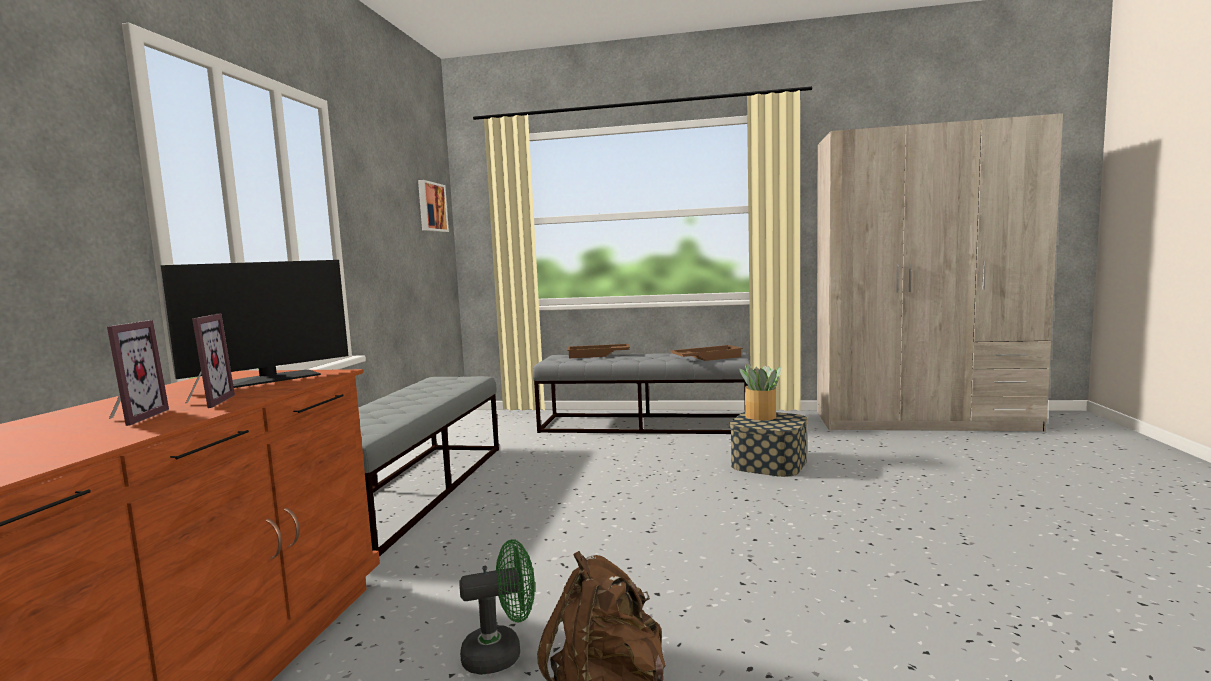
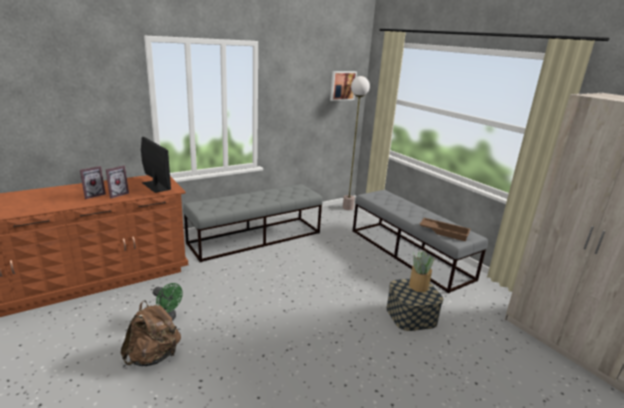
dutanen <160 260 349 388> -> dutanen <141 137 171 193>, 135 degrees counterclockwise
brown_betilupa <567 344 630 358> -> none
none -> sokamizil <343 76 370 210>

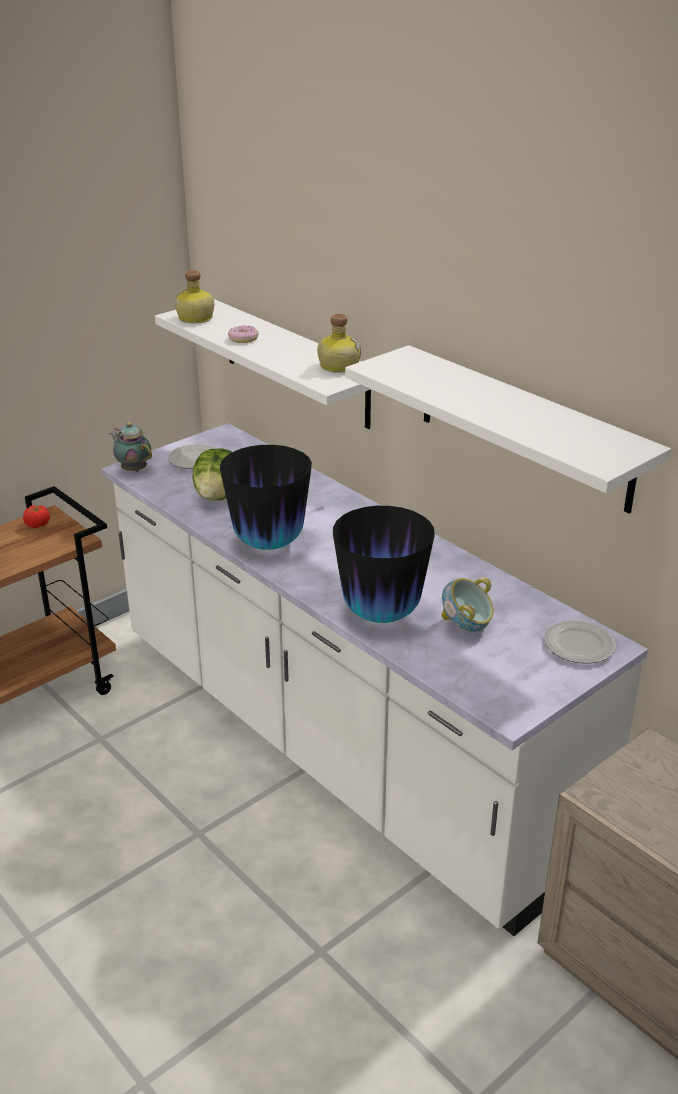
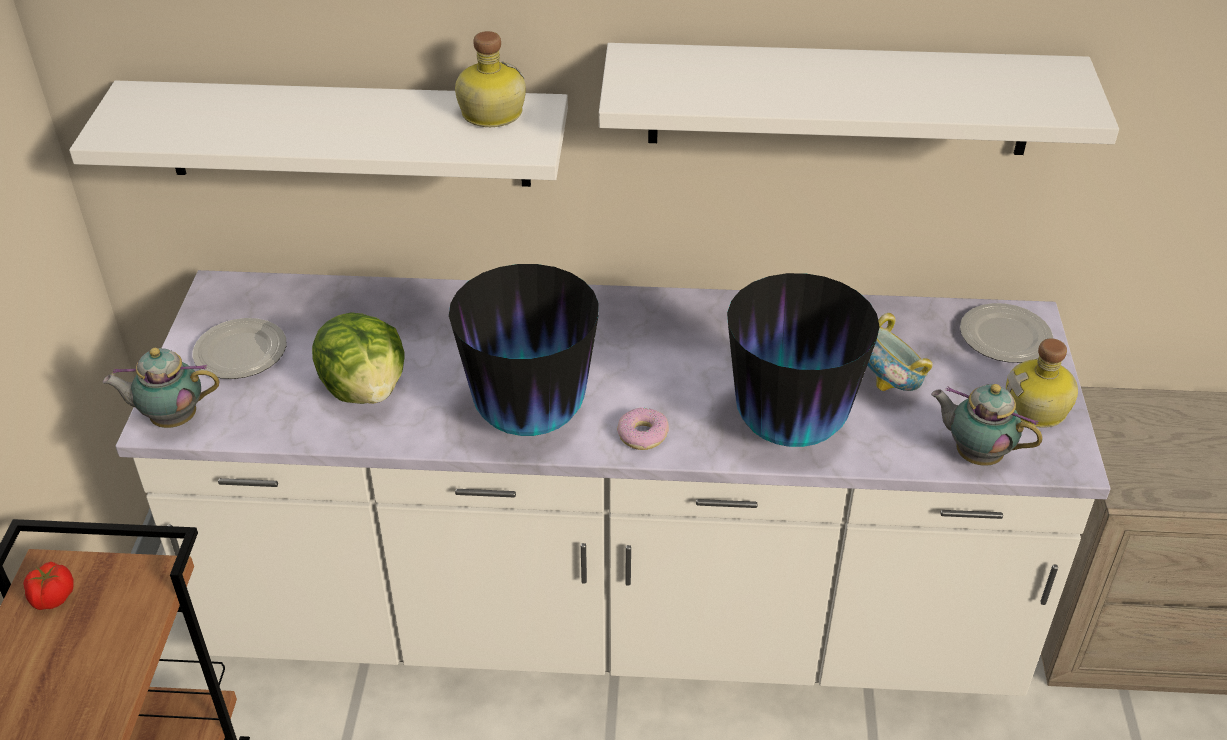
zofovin <175 270 214 323> -> zofovin <1006 338 1078 428>, moved
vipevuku <228 326 259 343> -> vipevuku <617 407 669 450>, moved
none -> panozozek <931 384 1043 466>

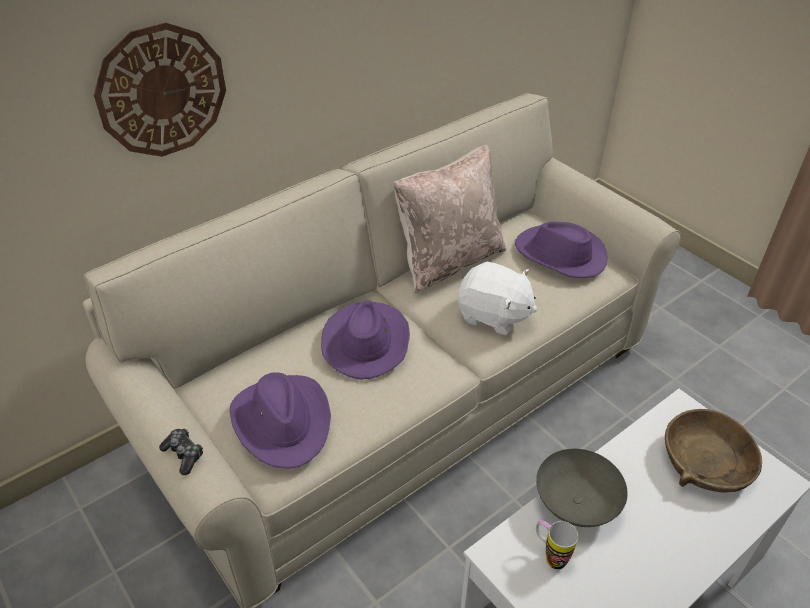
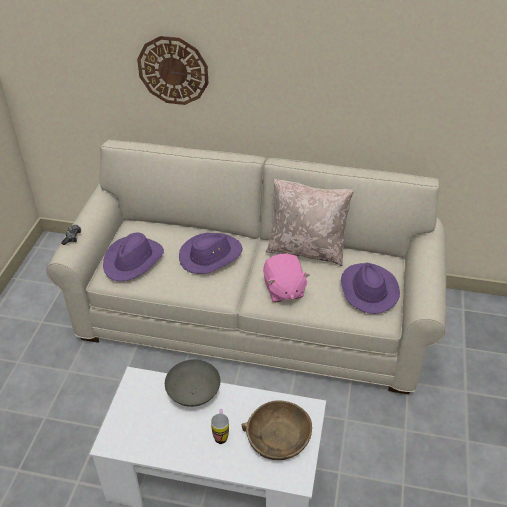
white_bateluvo <458 262 538 335> -> pink_bateluvo <263 254 310 302>
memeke <536 520 578 569> -> memeke <211 409 229 444>, moved

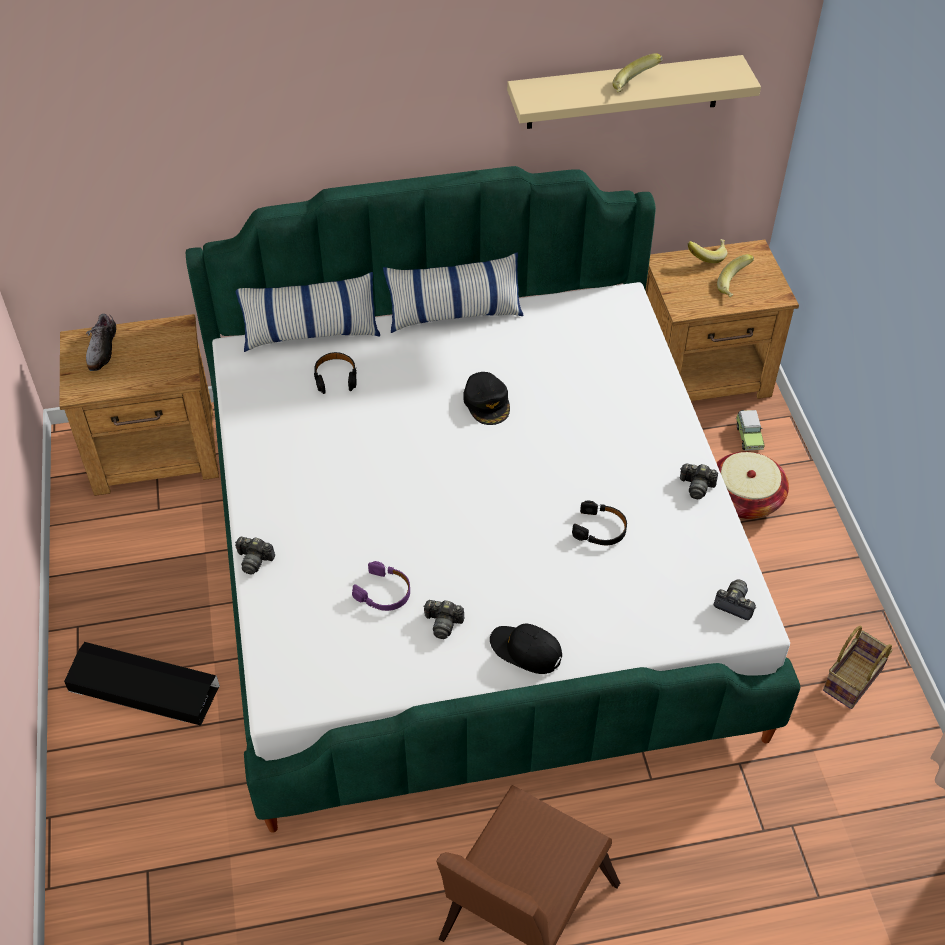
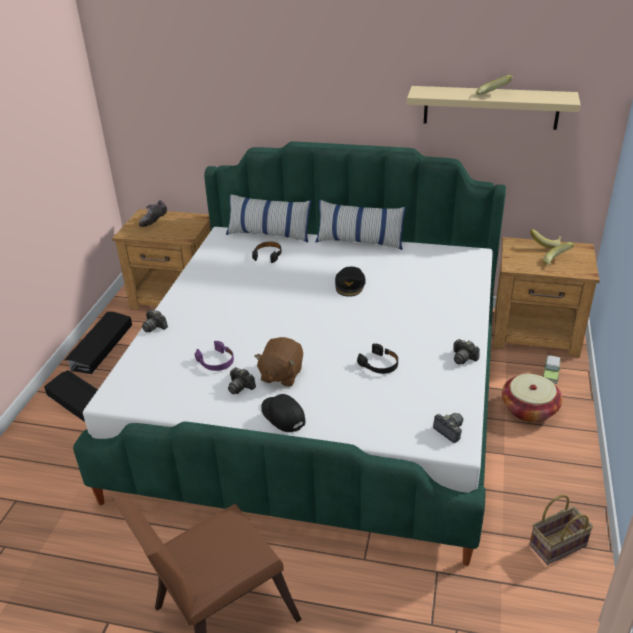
none -> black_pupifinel <65 312 132 374>
none -> brown_bateluvo <254 337 303 387>

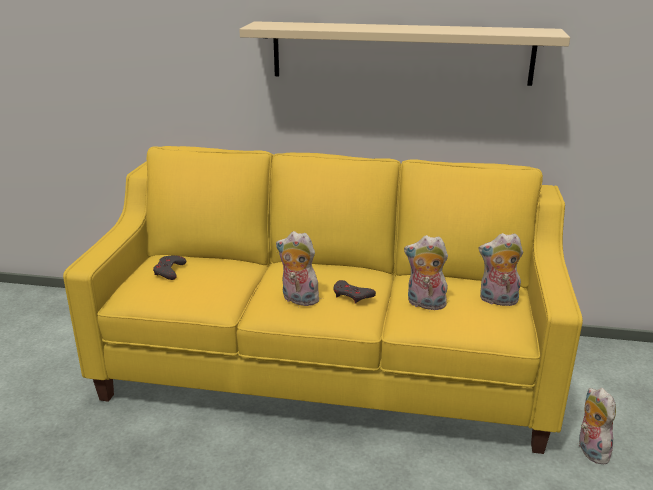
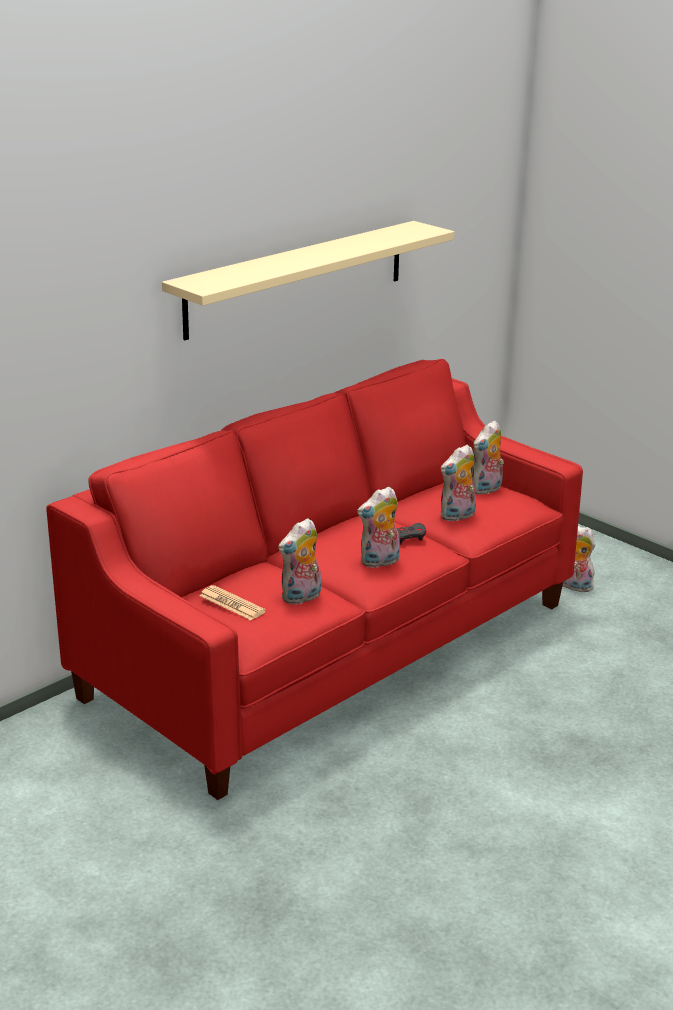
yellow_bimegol <63 146 583 454> -> red_bimegol <46 359 583 800>
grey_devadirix <153 256 187 280> -> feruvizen <199 585 266 620>
none -> bateluvo <278 518 321 604>

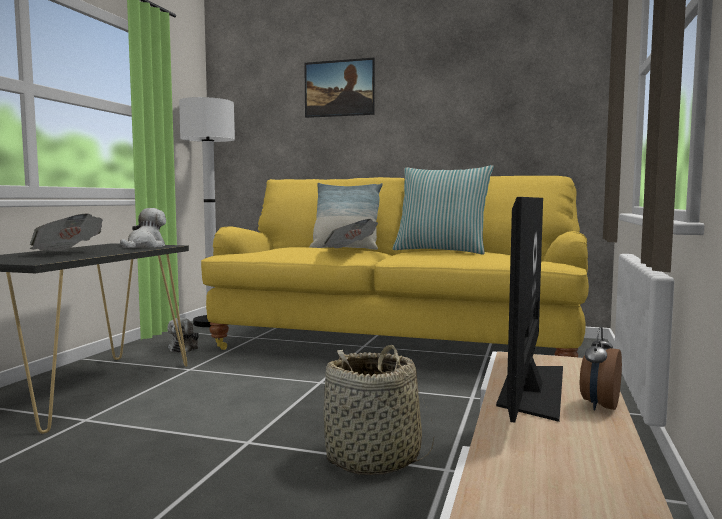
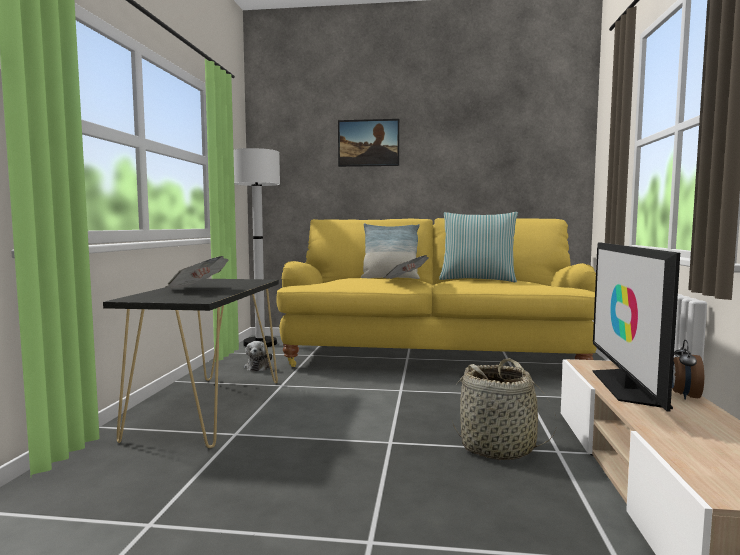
bateluvo <120 208 166 248> -> none

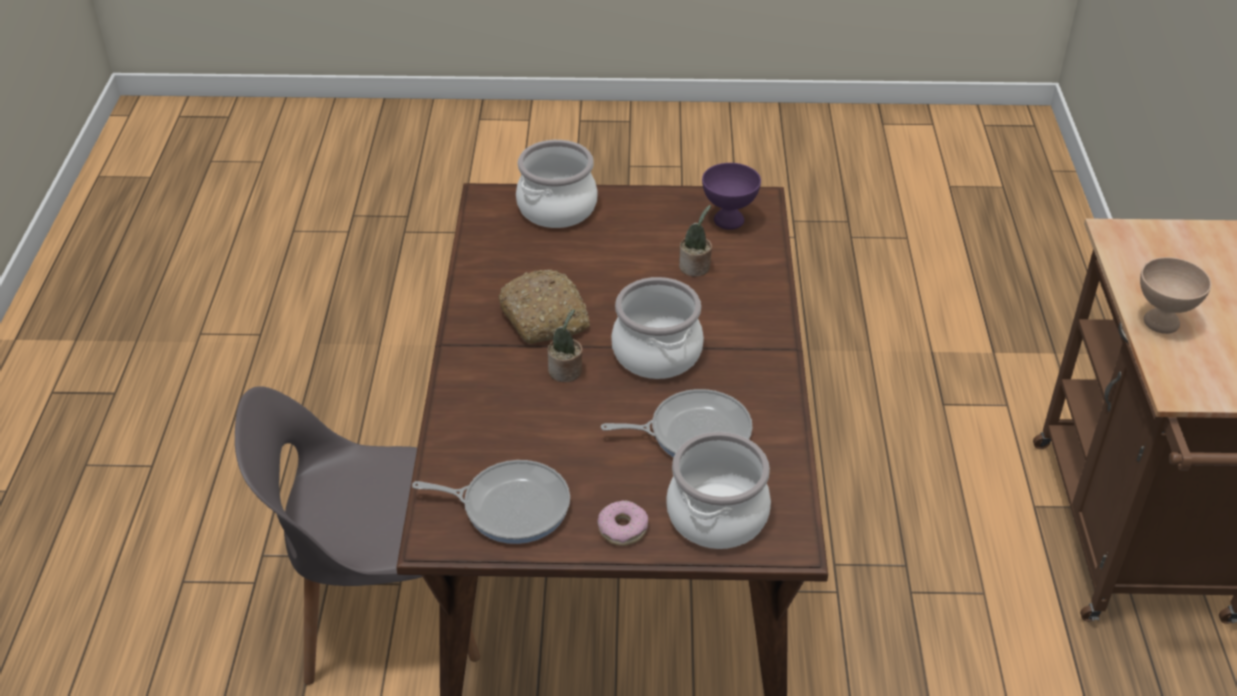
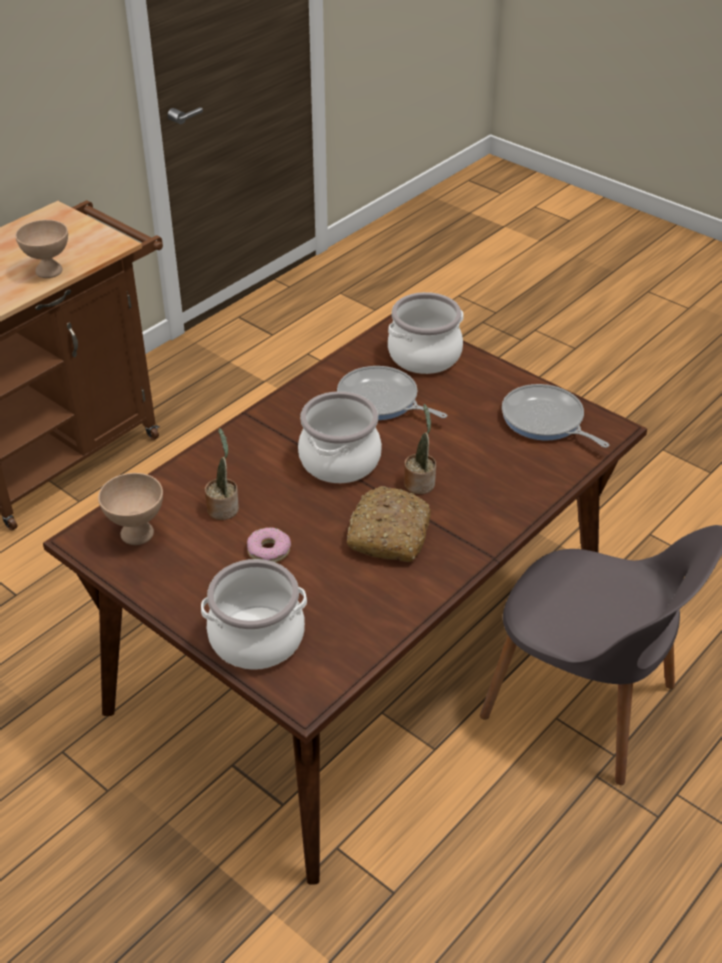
vipevuku <598 500 648 546> -> vipevuku <247 527 291 563>, moved
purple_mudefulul <702 163 761 230> -> beige_mudefulul <98 473 163 545>

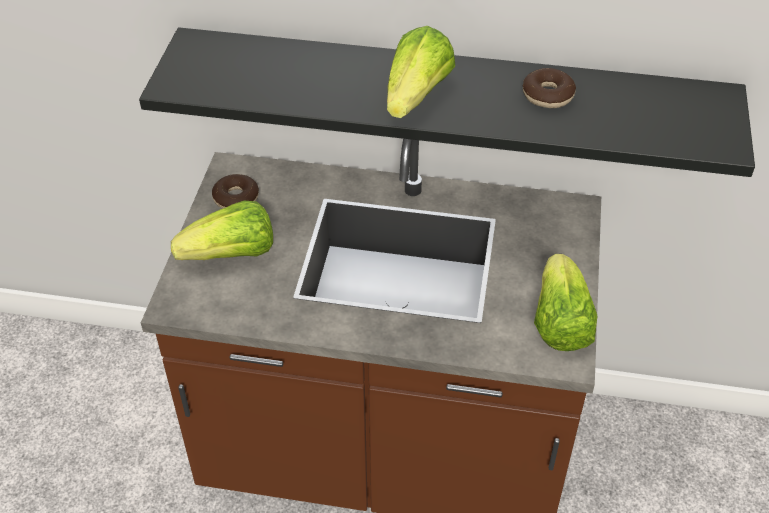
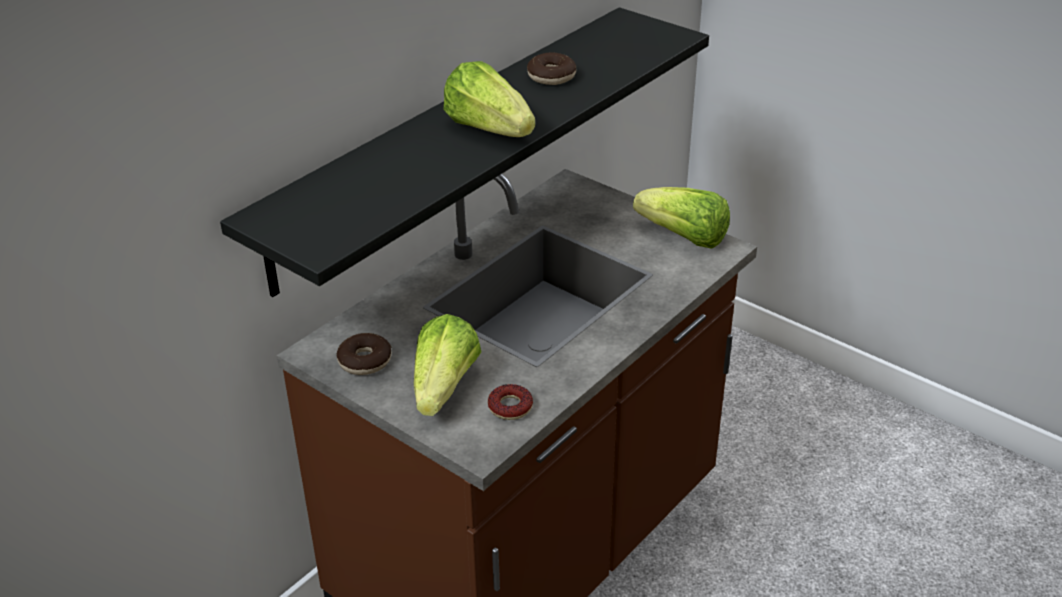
none -> vipevuku <488 384 533 420>

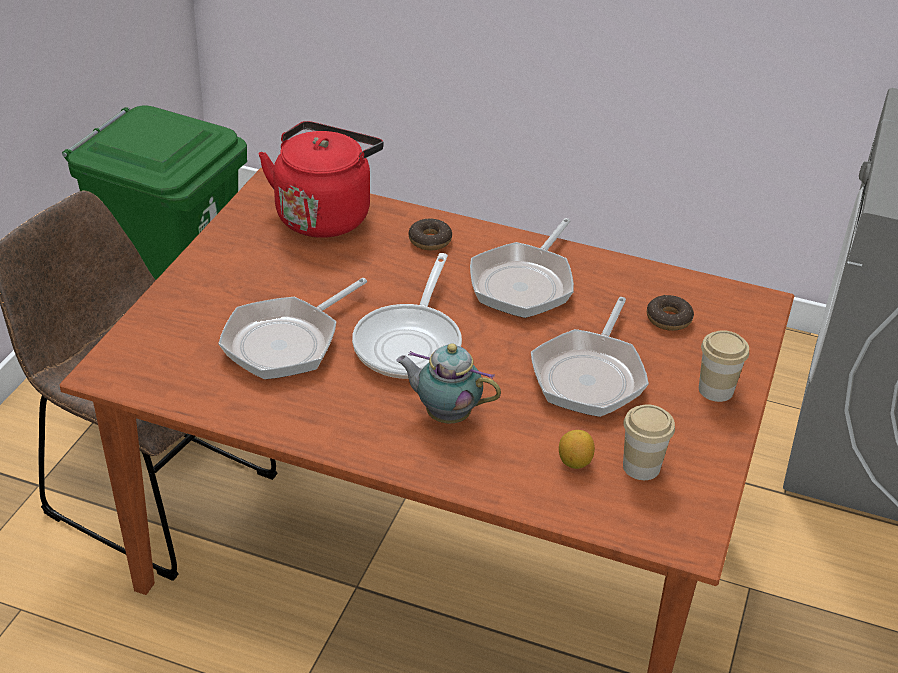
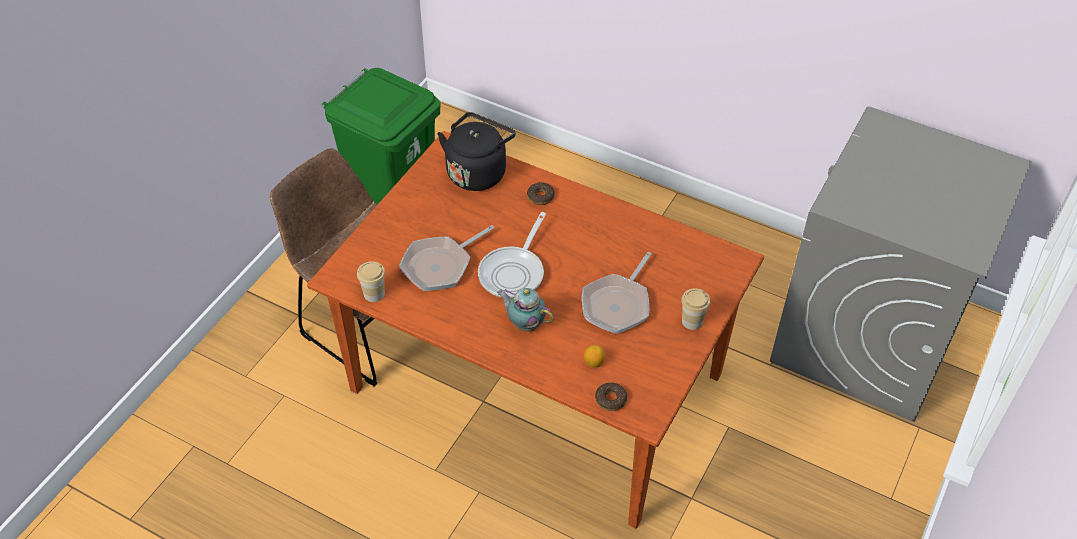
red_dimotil <258 121 384 238> -> black_dimotil <438 112 516 191>
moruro <470 218 574 318> -> none
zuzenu <623 405 675 480> -> zuzenu <357 261 385 302>, moved
vipevuku <647 295 694 331> -> vipevuku <595 382 627 411>, moved

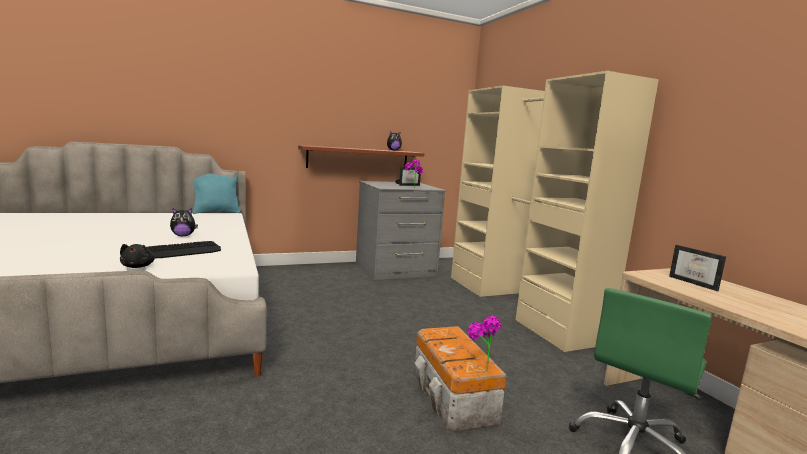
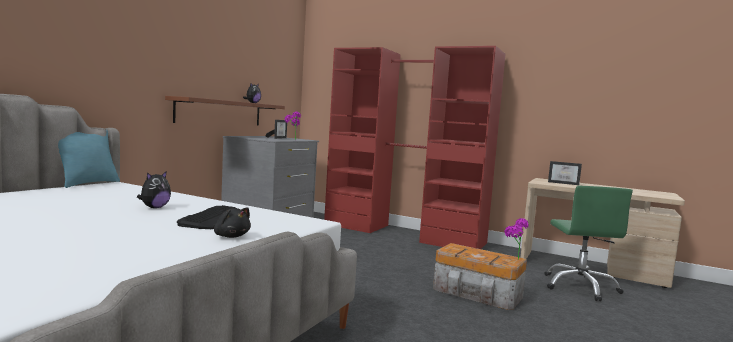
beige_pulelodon <451 71 659 352> -> red_pulelodon <324 46 505 249>

